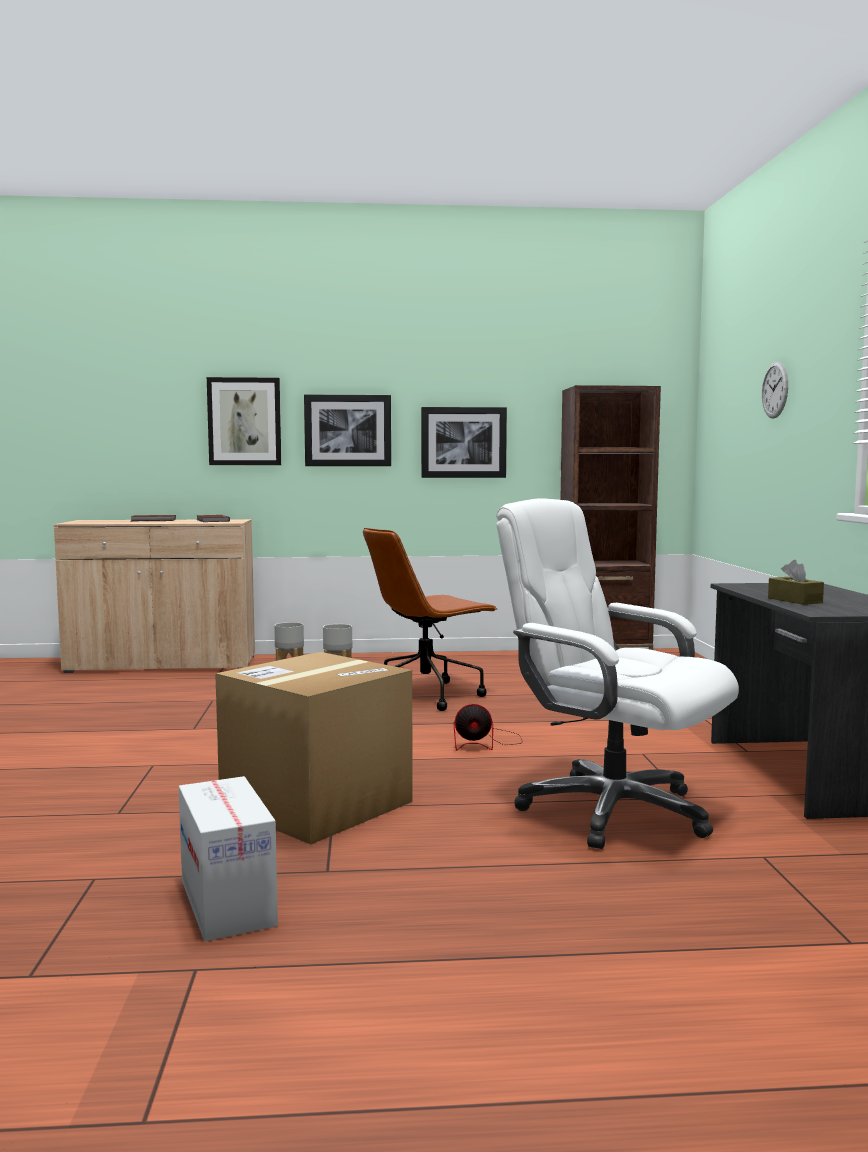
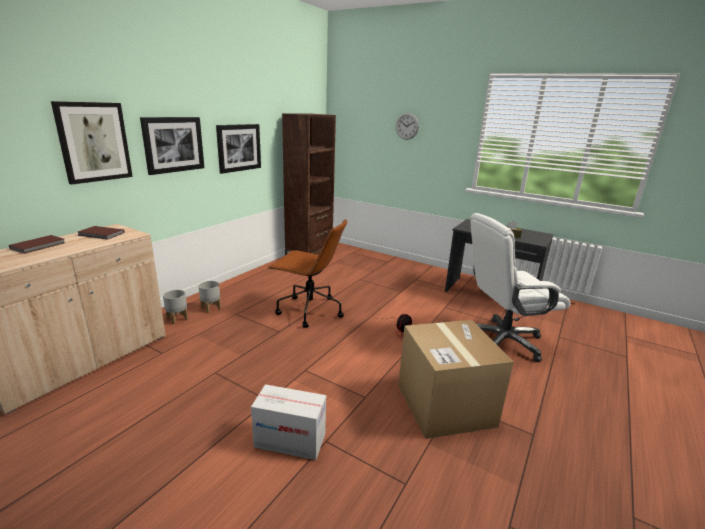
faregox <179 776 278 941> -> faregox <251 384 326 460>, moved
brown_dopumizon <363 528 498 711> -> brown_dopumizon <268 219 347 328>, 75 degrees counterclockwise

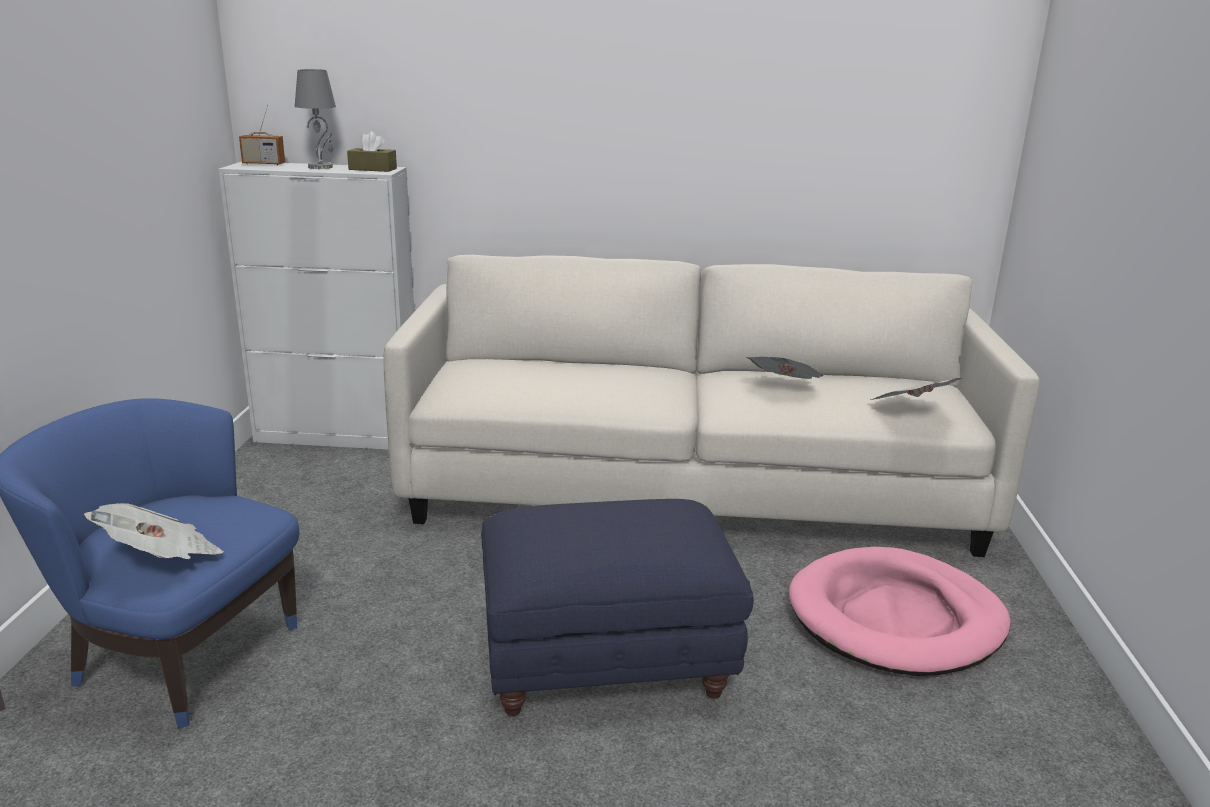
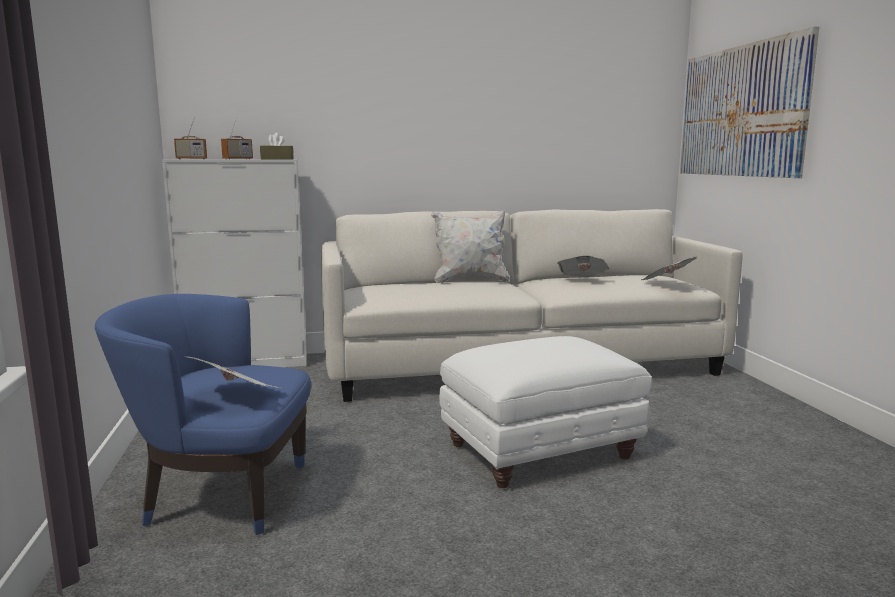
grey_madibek <295 69 336 169> -> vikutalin <221 117 253 159>
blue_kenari <481 499 754 716> -> white_kenari <439 336 652 489>
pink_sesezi <789 547 1011 676> -> none
none -> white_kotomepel <431 210 510 283>
none -> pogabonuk <680 26 819 178>

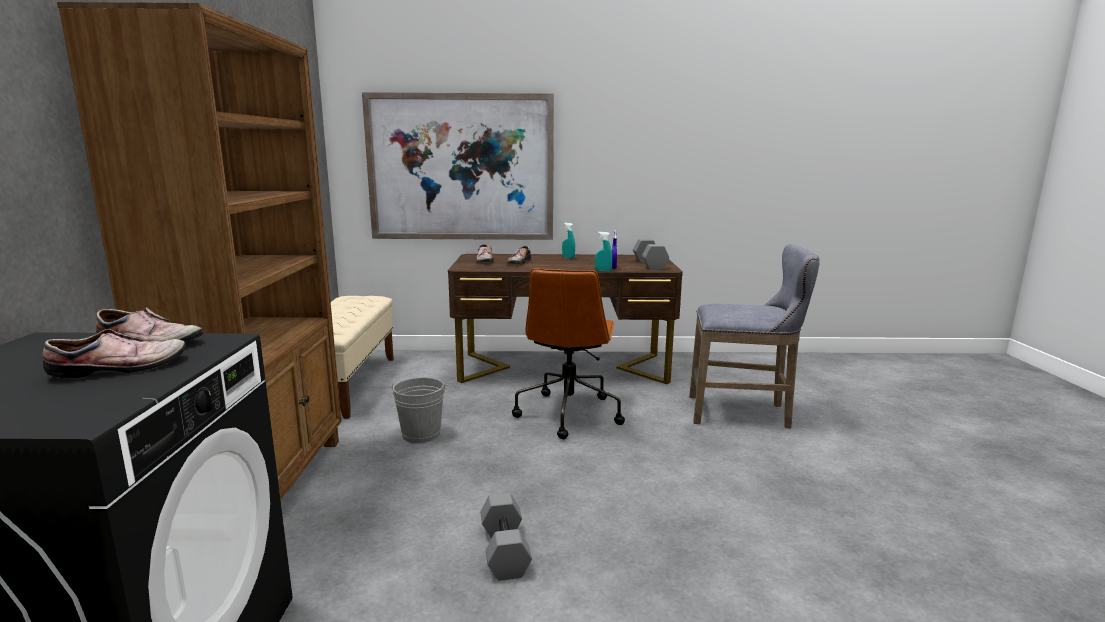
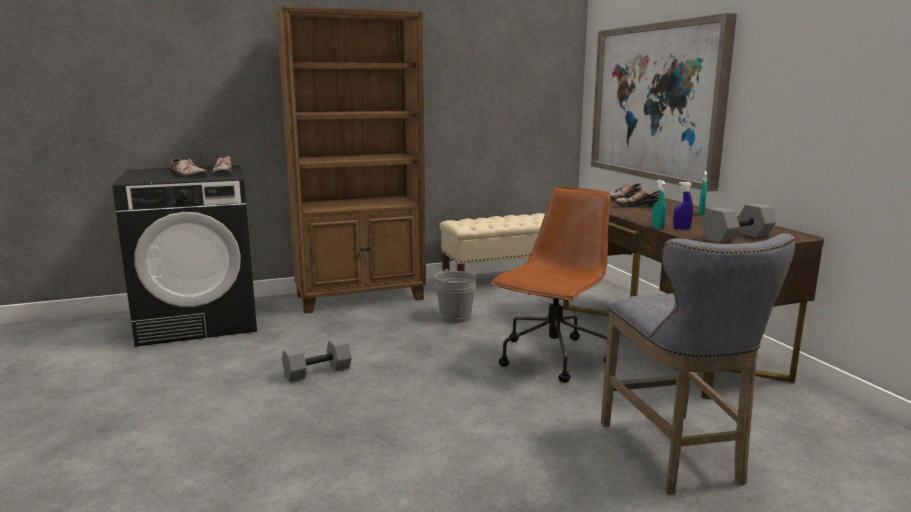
brown_dopumizon <512 269 625 439> -> brown_dopumizon <491 187 611 383>, 135 degrees clockwise

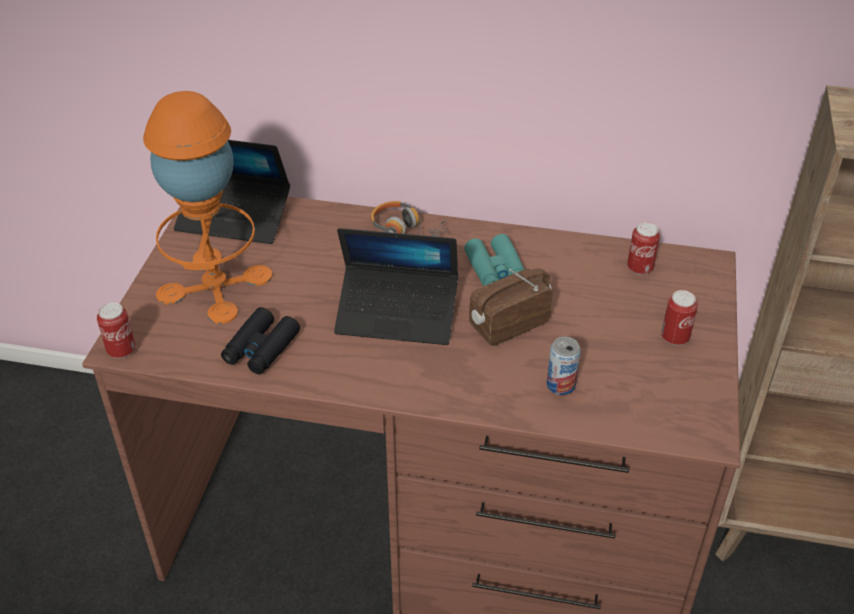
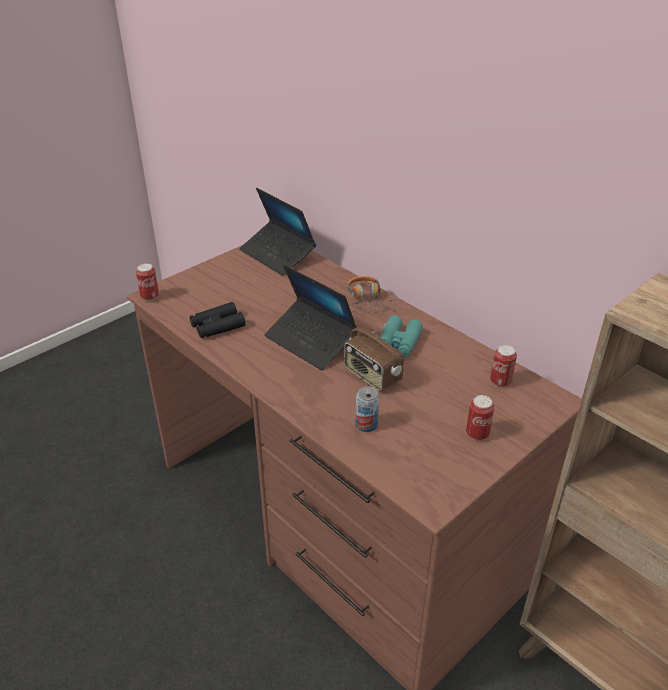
orange_madibek <143 91 273 324> -> none
vikutalin <469 269 553 346> -> vikutalin <344 322 404 392>, 135 degrees counterclockwise

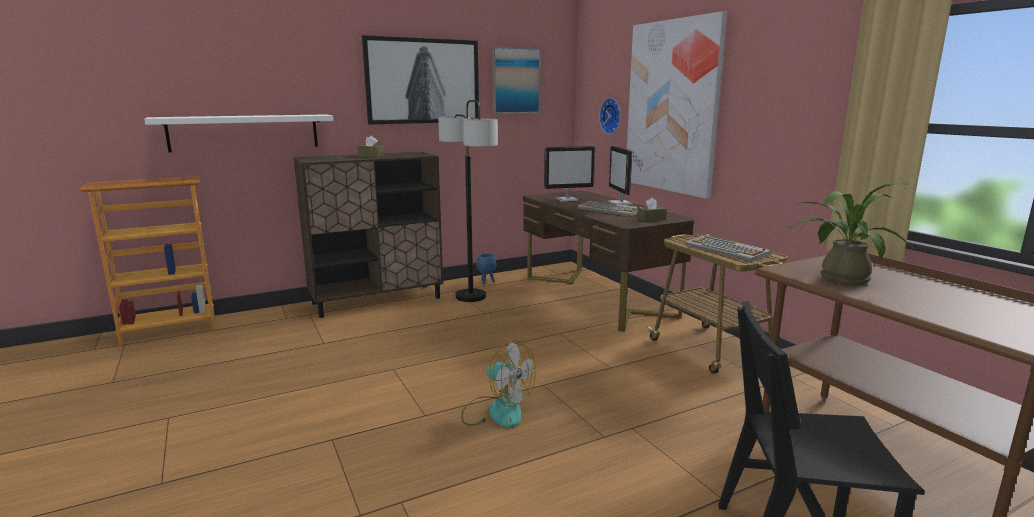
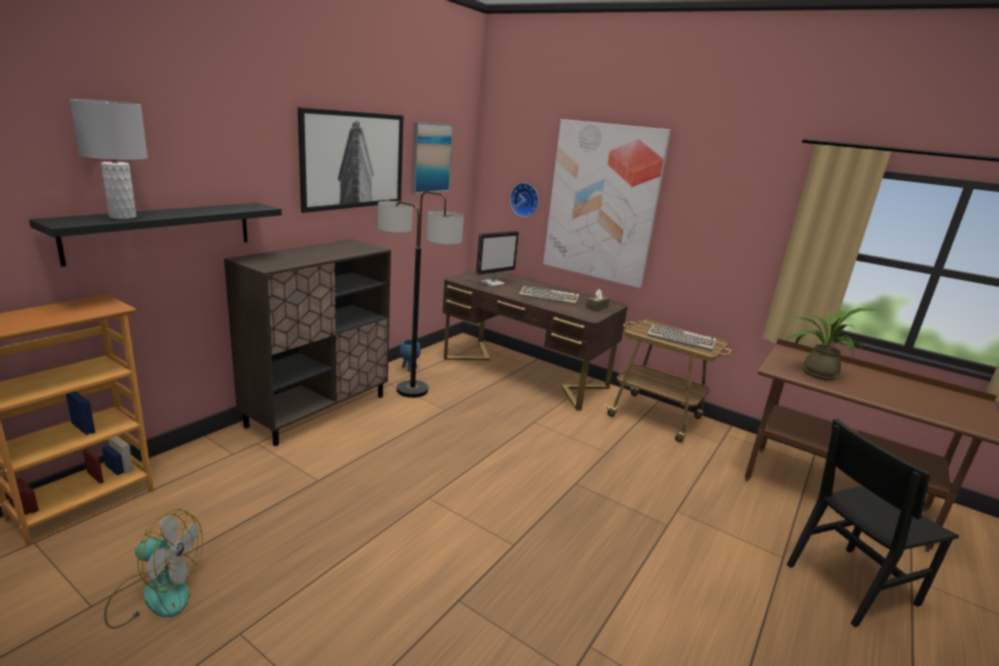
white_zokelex <144 114 333 153> -> black_zokelex <29 203 282 267>
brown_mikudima <357 135 385 158> -> none
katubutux <461 340 536 428> -> katubutux <104 509 203 629>, moved
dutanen <608 146 633 205> -> none
none -> grey_madibek <70 99 148 219>

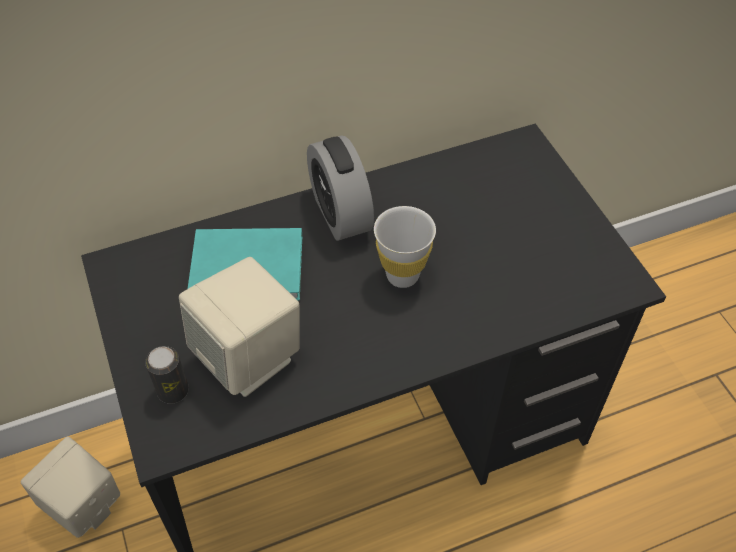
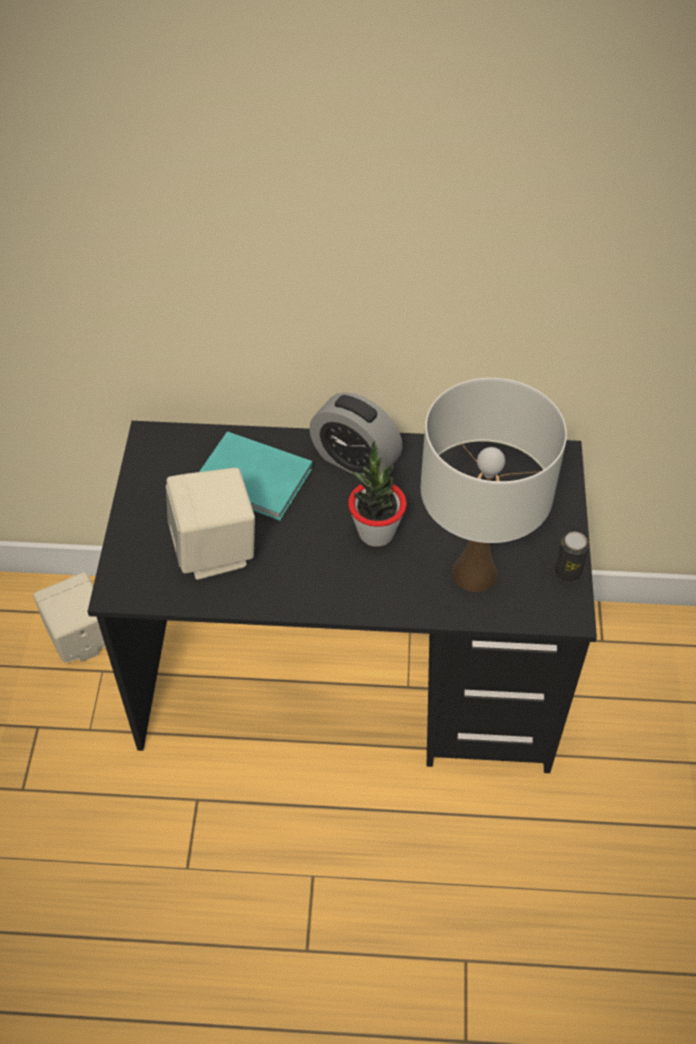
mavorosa <145 346 189 404> -> mavorosa <554 532 589 582>, moved
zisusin <307 135 374 241> -> zisusin <309 392 403 476>, 60 degrees counterclockwise
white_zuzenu <374 206 436 288> -> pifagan <348 441 407 547>
none -> white_madibek <421 378 567 592>

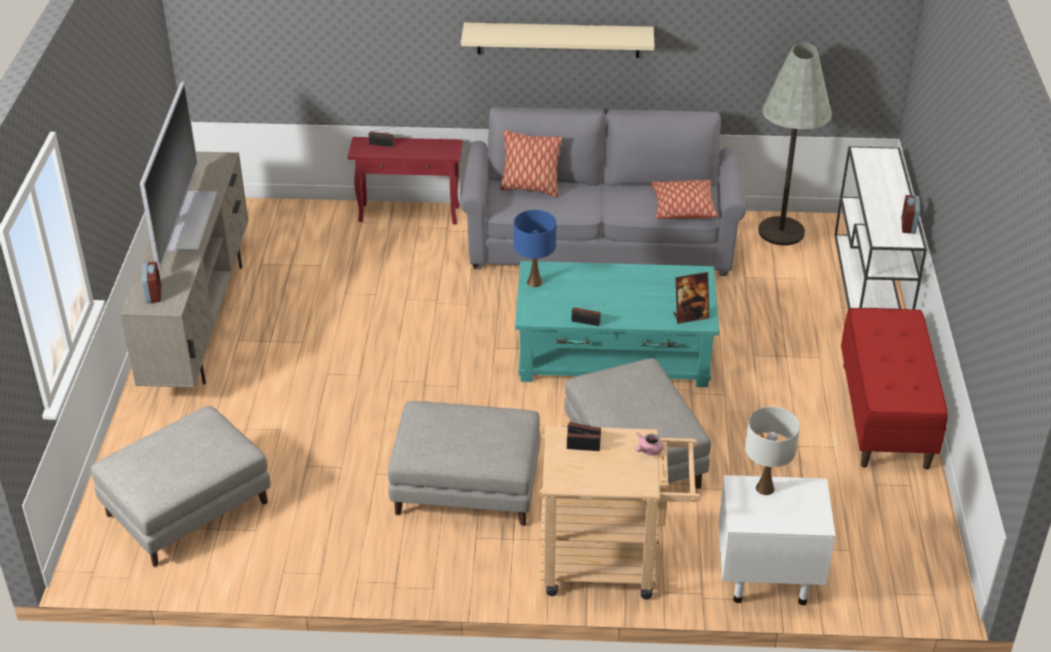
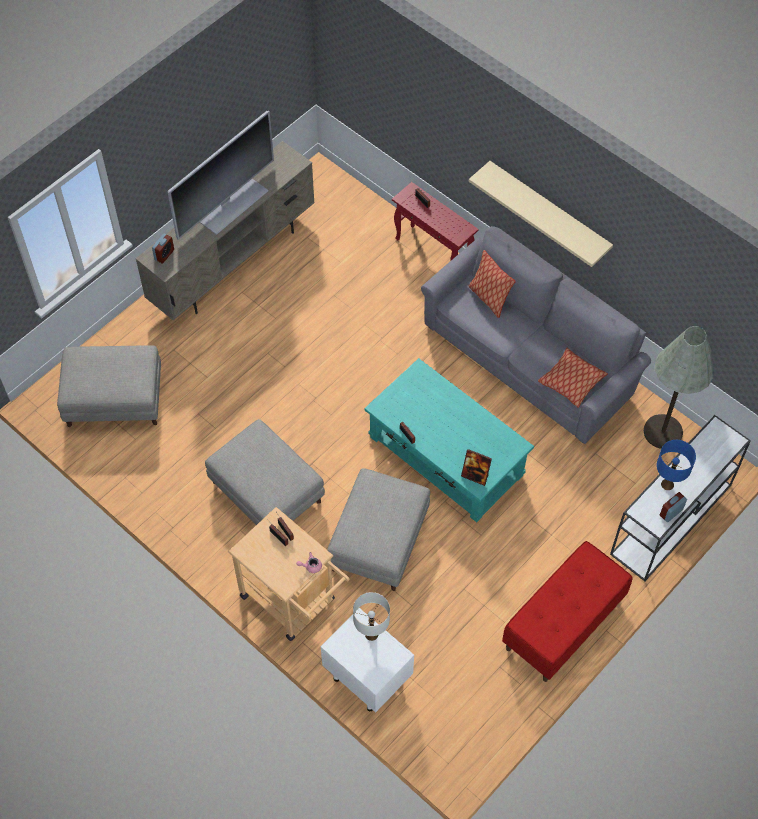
blue_madibek <514 210 556 287> -> blue_madibek <657 440 696 490>, moved

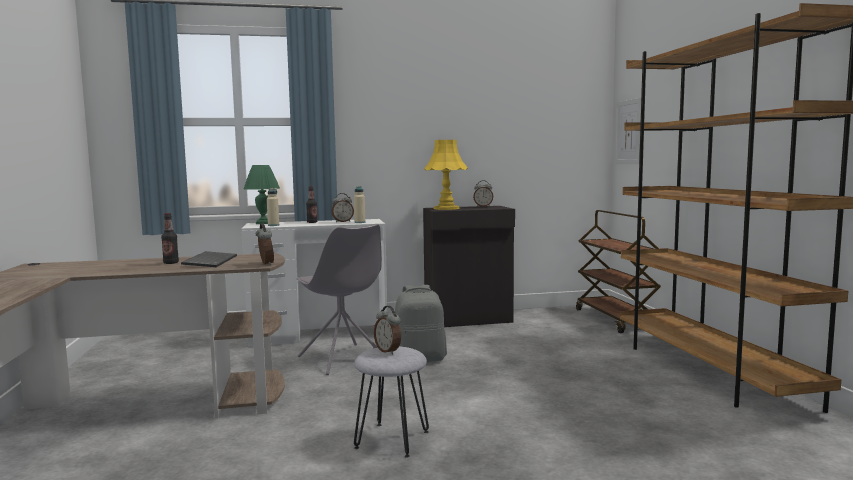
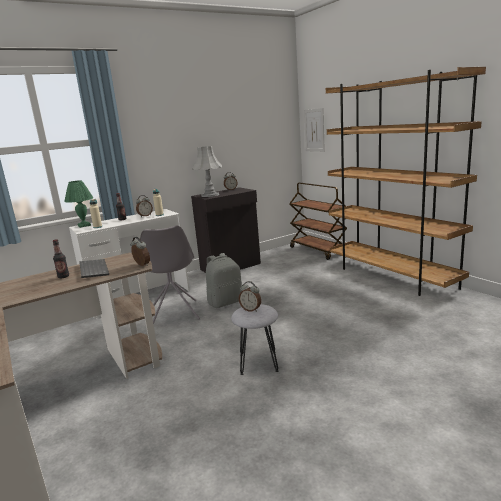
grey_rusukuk <296 224 382 375> -> grey_rusukuk <140 226 200 324>, 45 degrees clockwise
yellow_madibek <424 140 468 210> -> grey_madibek <192 146 222 197>

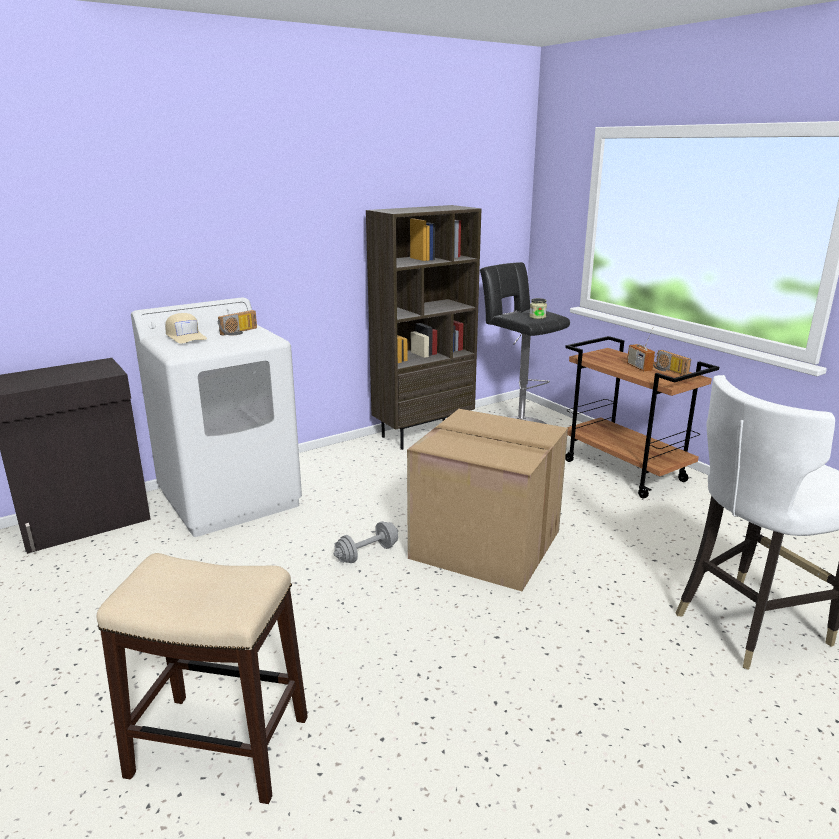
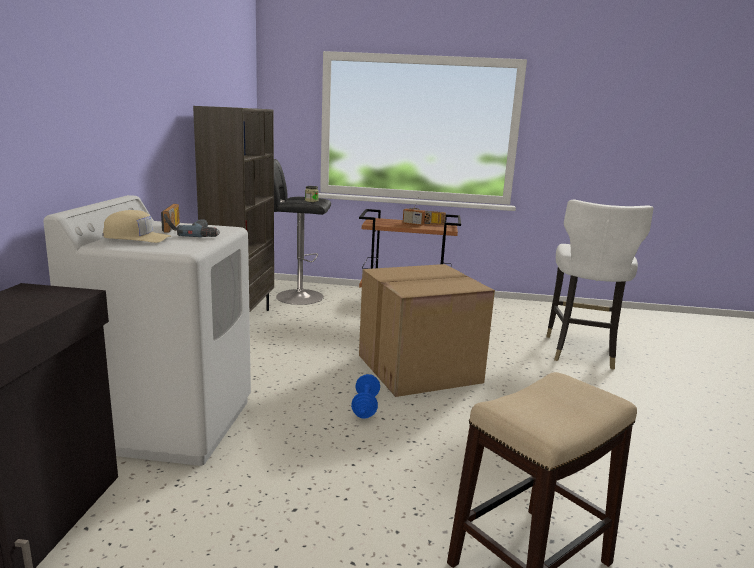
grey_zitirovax <334 521 398 563> -> blue_zitirovax <351 374 380 419>
none -> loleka <177 219 220 237>

